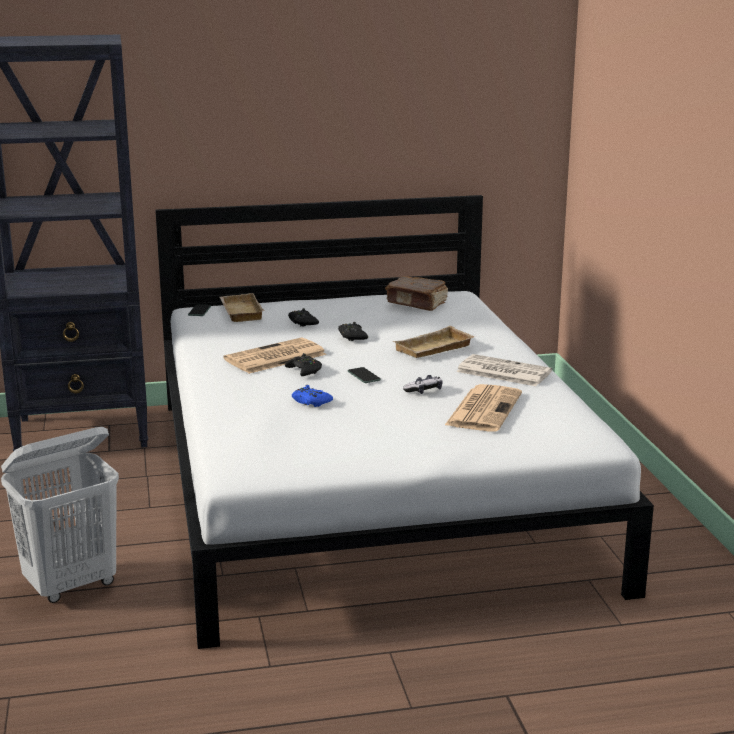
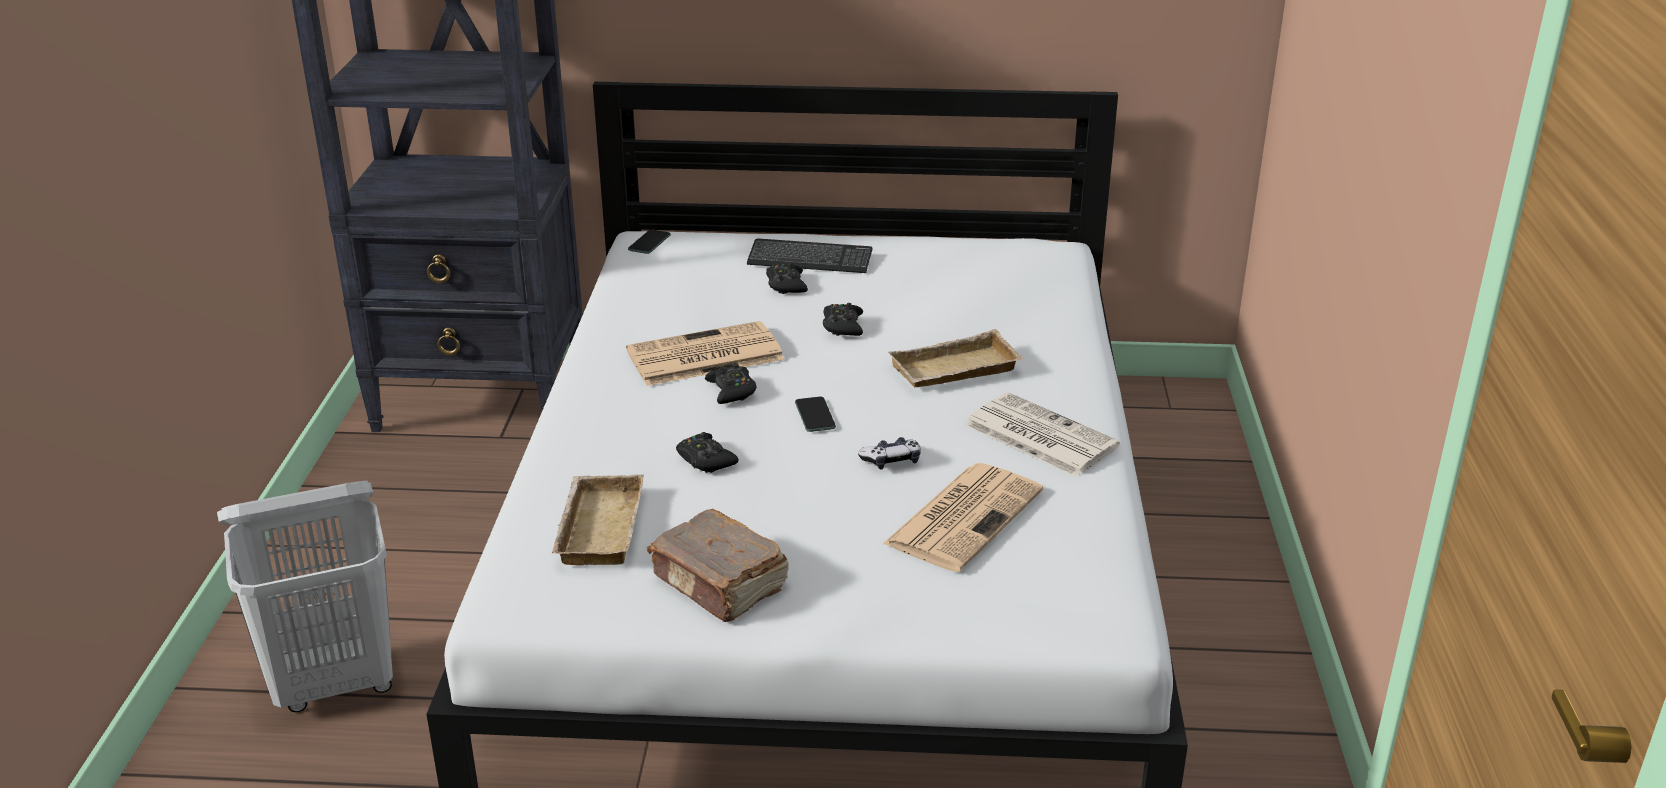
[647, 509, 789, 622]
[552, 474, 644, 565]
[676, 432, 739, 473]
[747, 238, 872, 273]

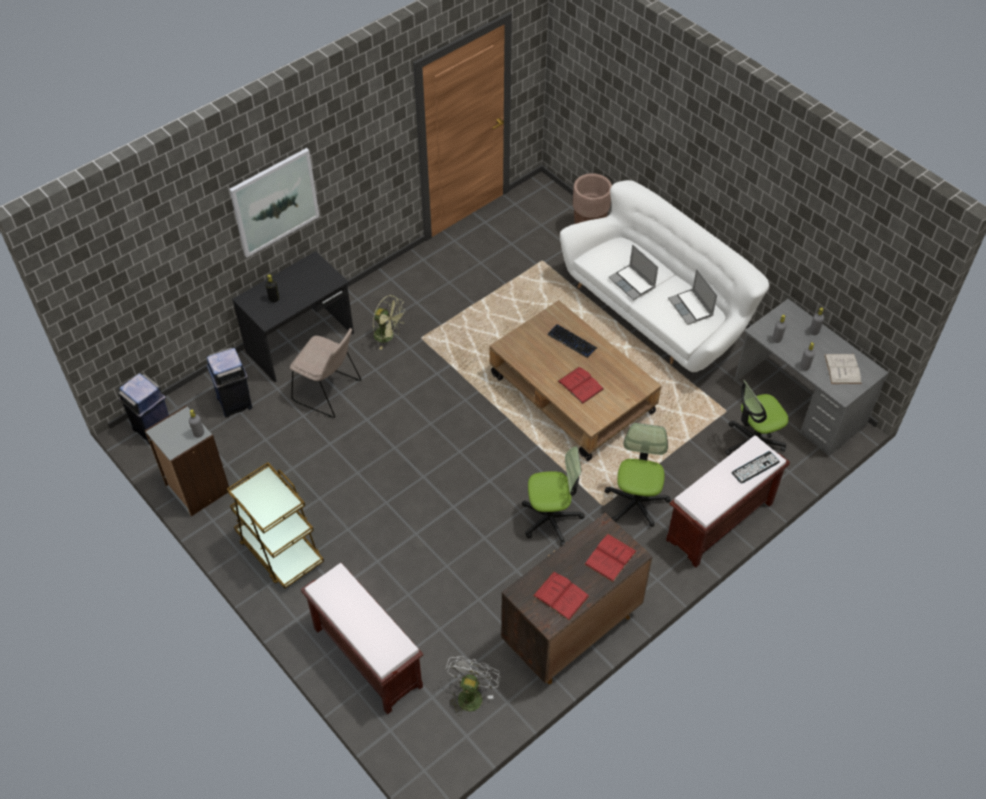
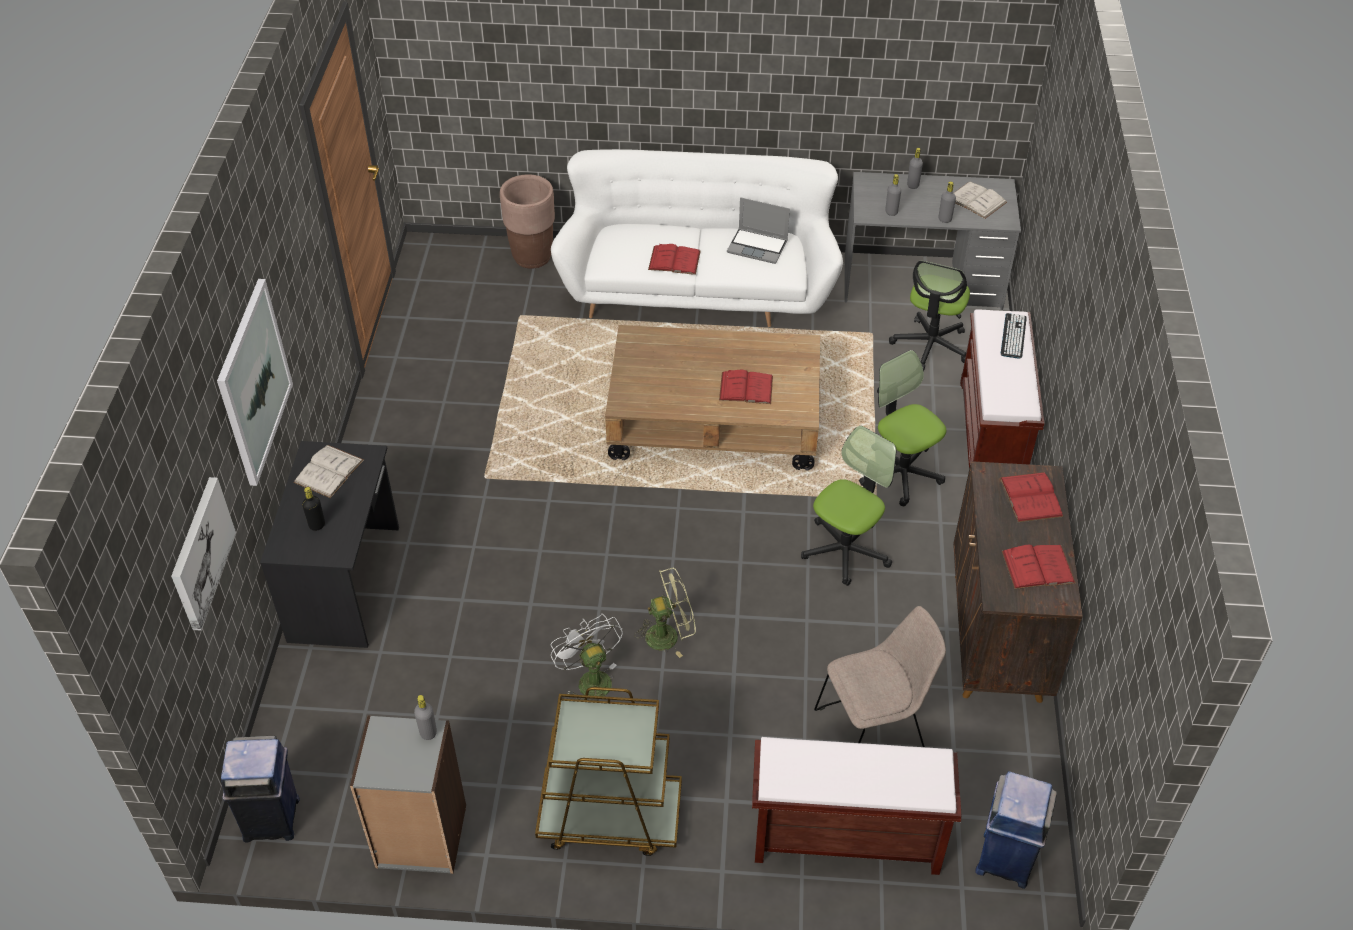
[648, 244, 701, 275]
[634, 568, 696, 658]
[547, 324, 597, 358] (first image)
[814, 606, 946, 747]
[975, 771, 1057, 889]
[551, 614, 623, 701]
[294, 445, 364, 498]
[171, 477, 236, 631]

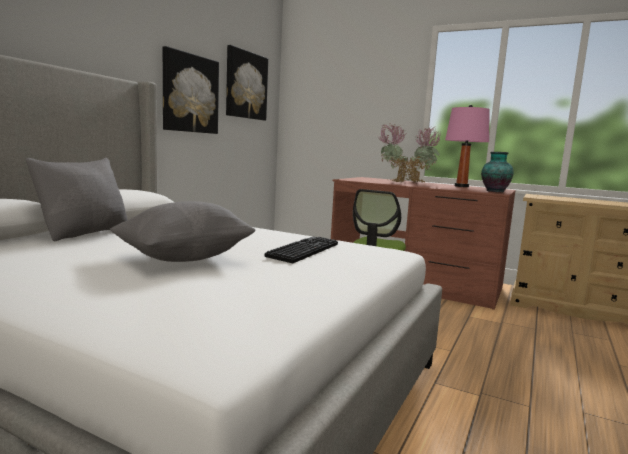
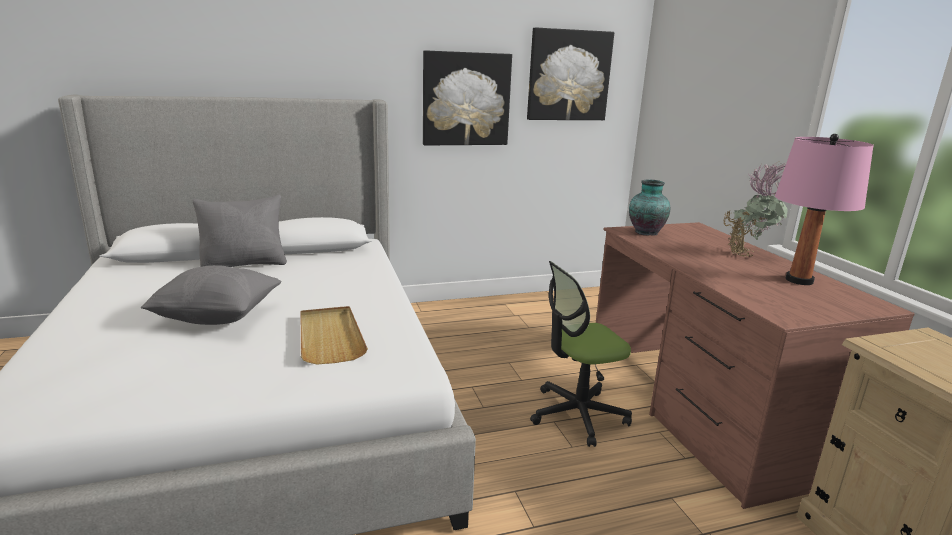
[379, 123, 413, 182] (first image)
[629, 180, 670, 236]
[301, 306, 368, 365]

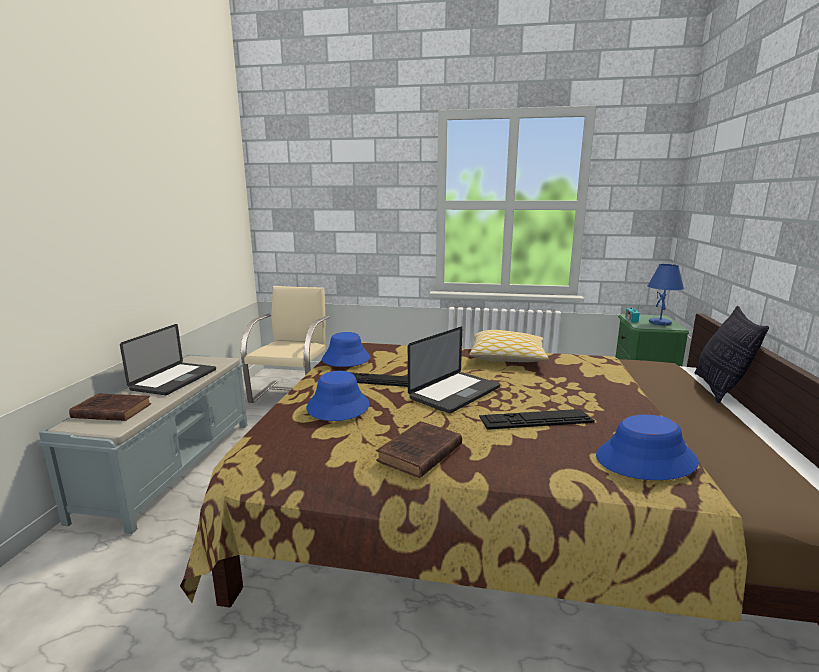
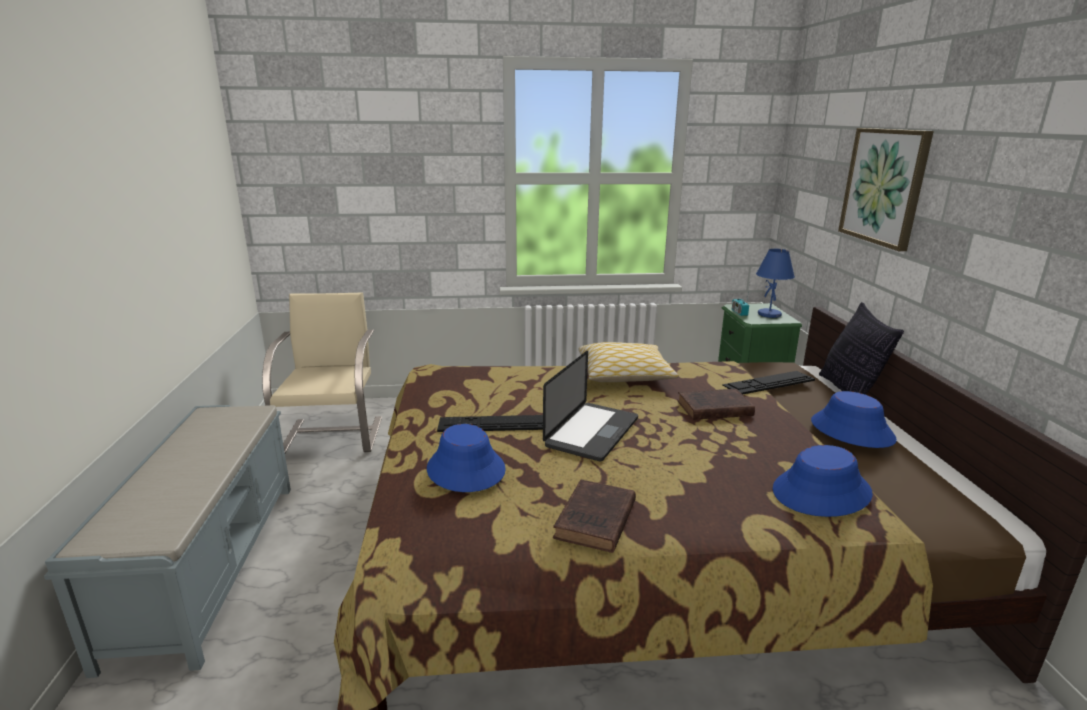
[120, 324, 216, 395] (first image)
[811, 391, 897, 448]
[677, 389, 755, 420]
[722, 371, 815, 395]
[838, 128, 934, 251]

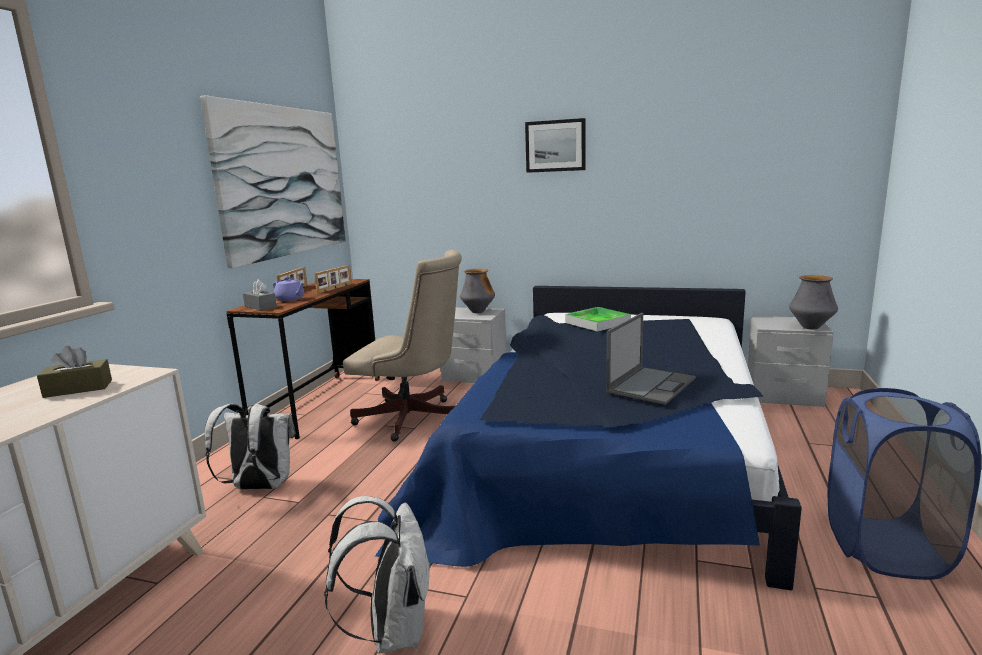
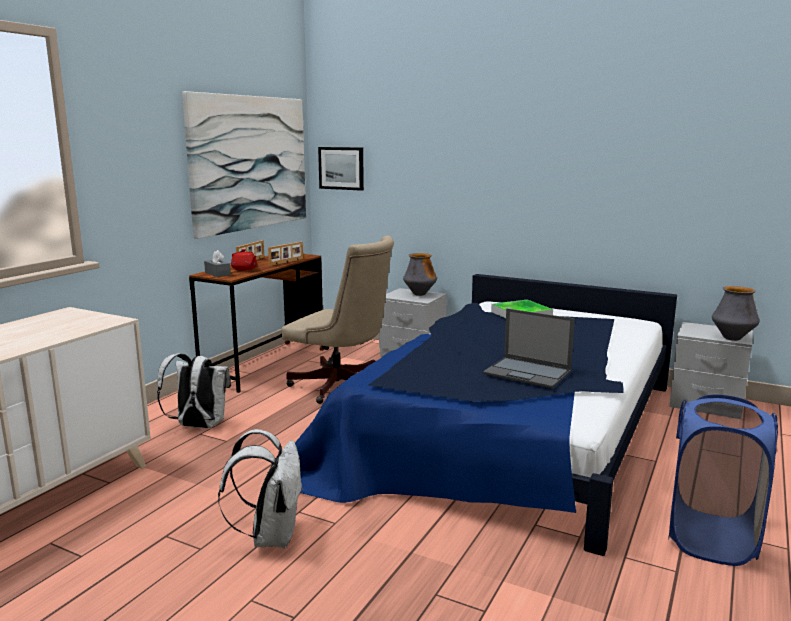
[318, 147, 364, 191]
[231, 249, 257, 271]
[483, 308, 575, 388]
[37, 346, 112, 398] (first image)

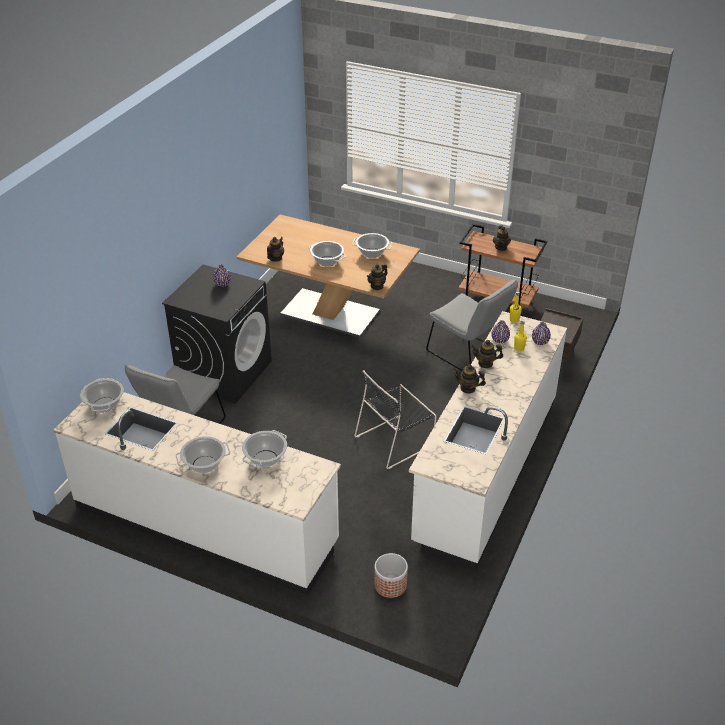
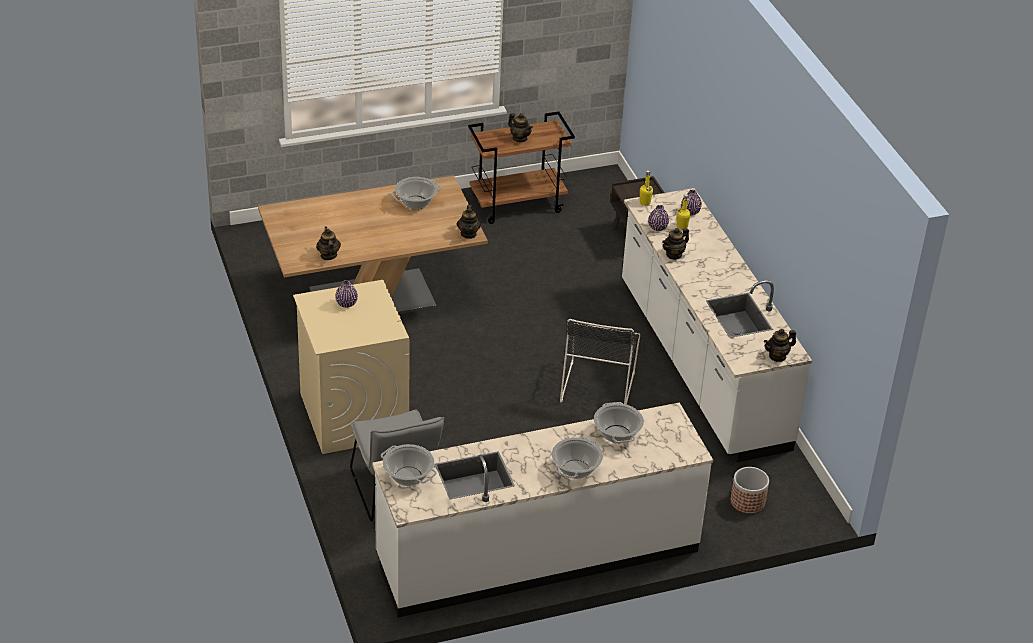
[309, 241, 346, 267] (first image)
[293, 280, 410, 454]
[426, 279, 518, 371] (first image)
[764, 329, 796, 362]

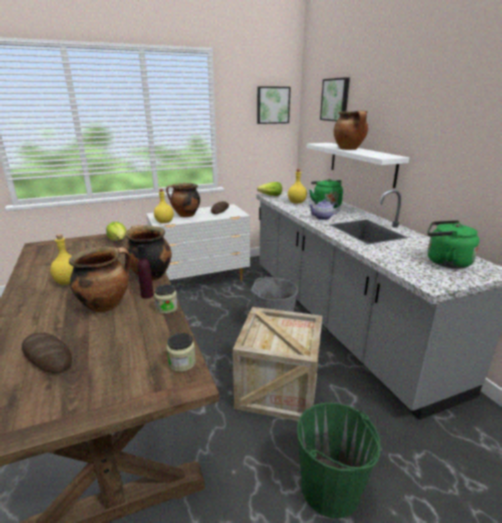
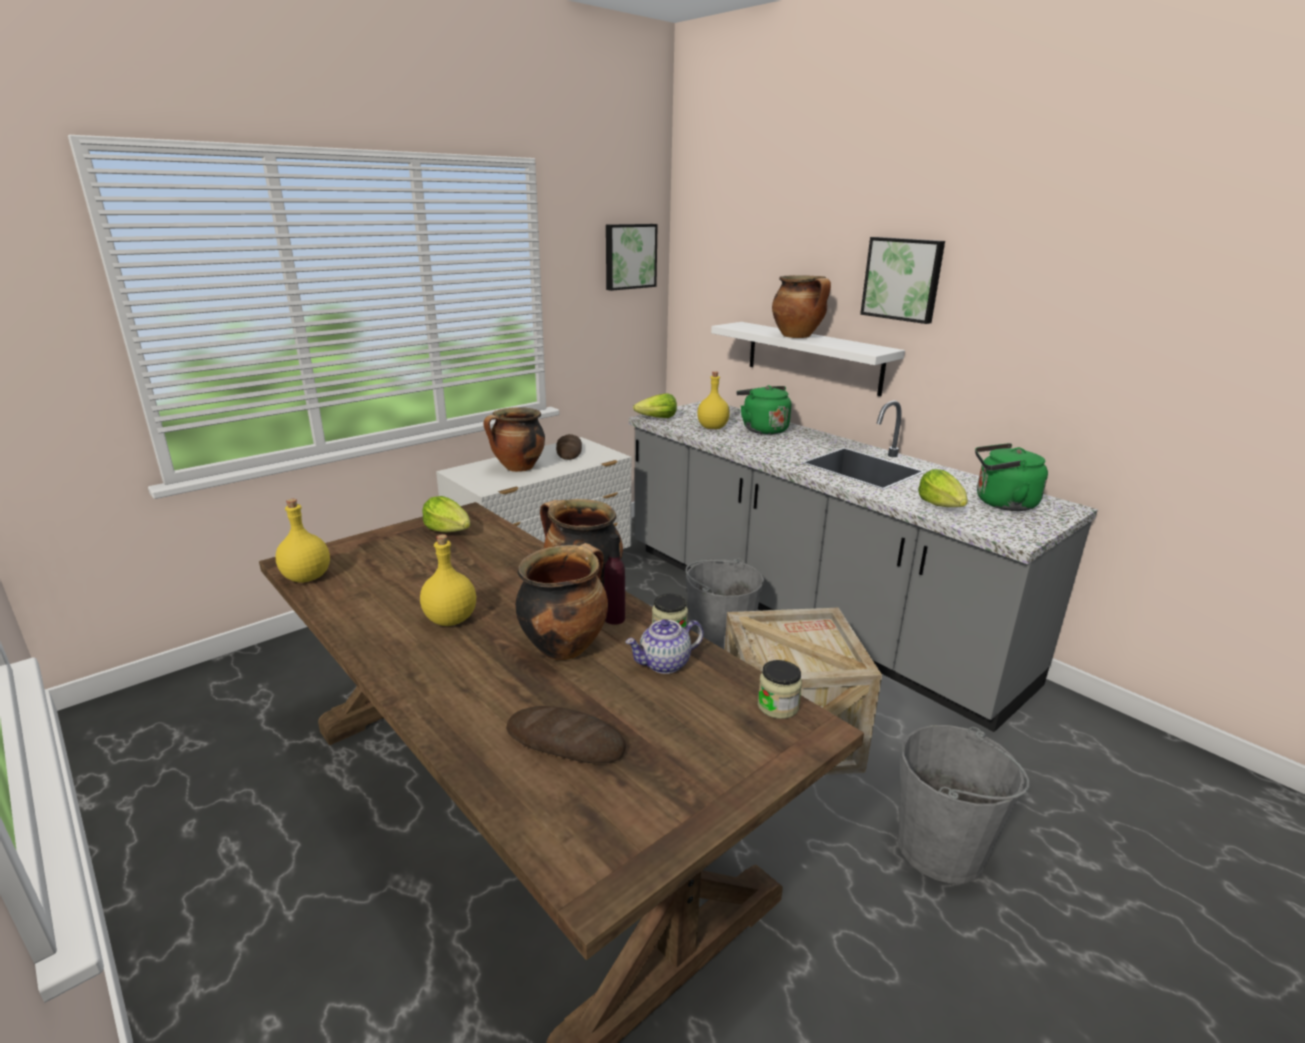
[860, 237, 945, 324]
[276, 499, 330, 583]
[625, 619, 704, 674]
[898, 725, 1029, 884]
[918, 469, 968, 507]

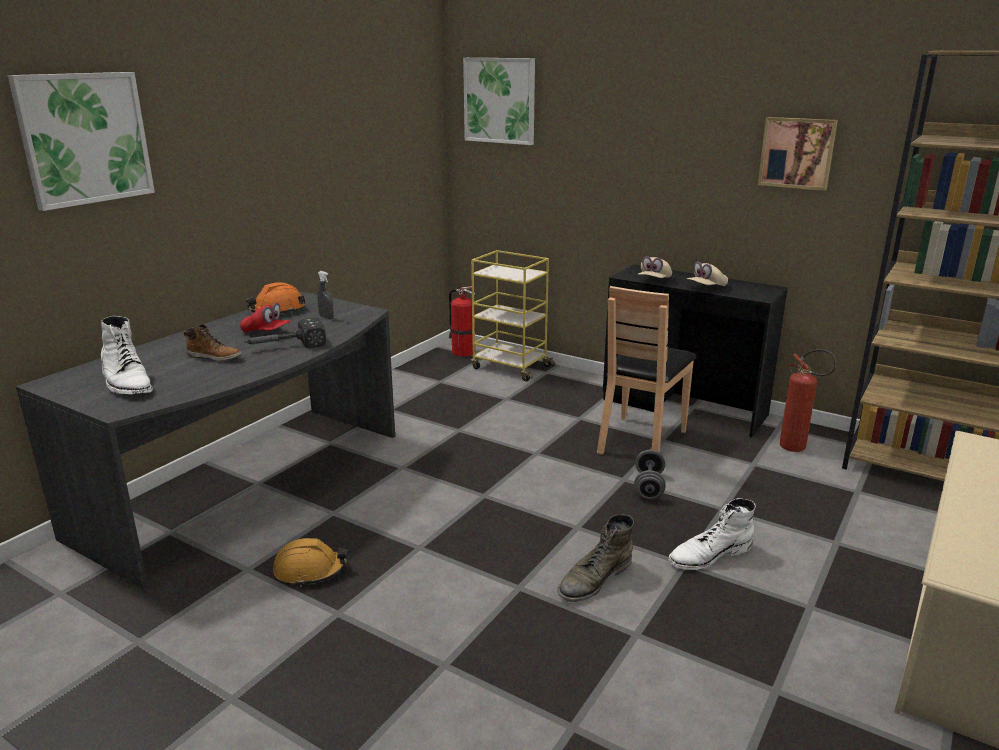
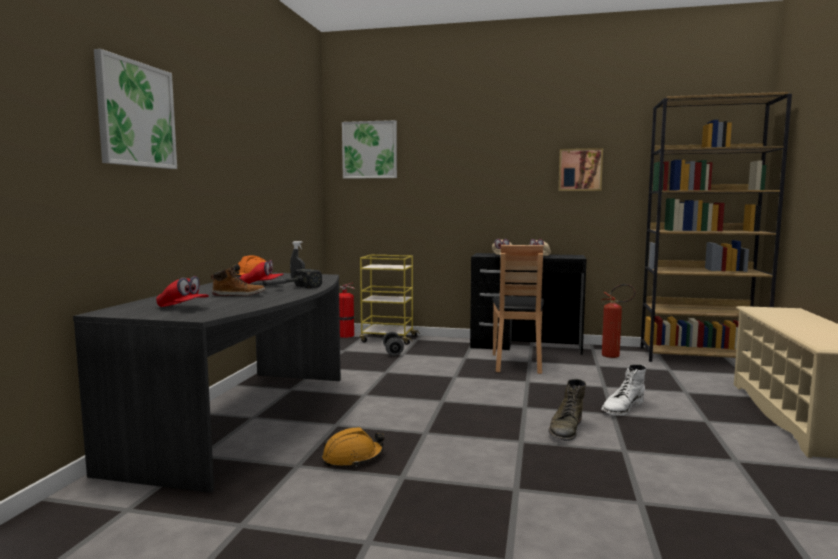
[156, 276, 209, 307]
[383, 332, 404, 356]

